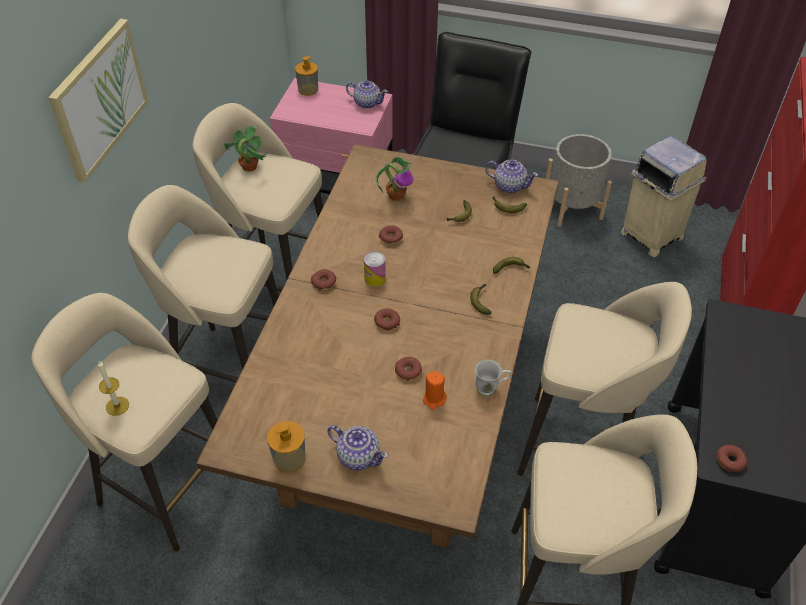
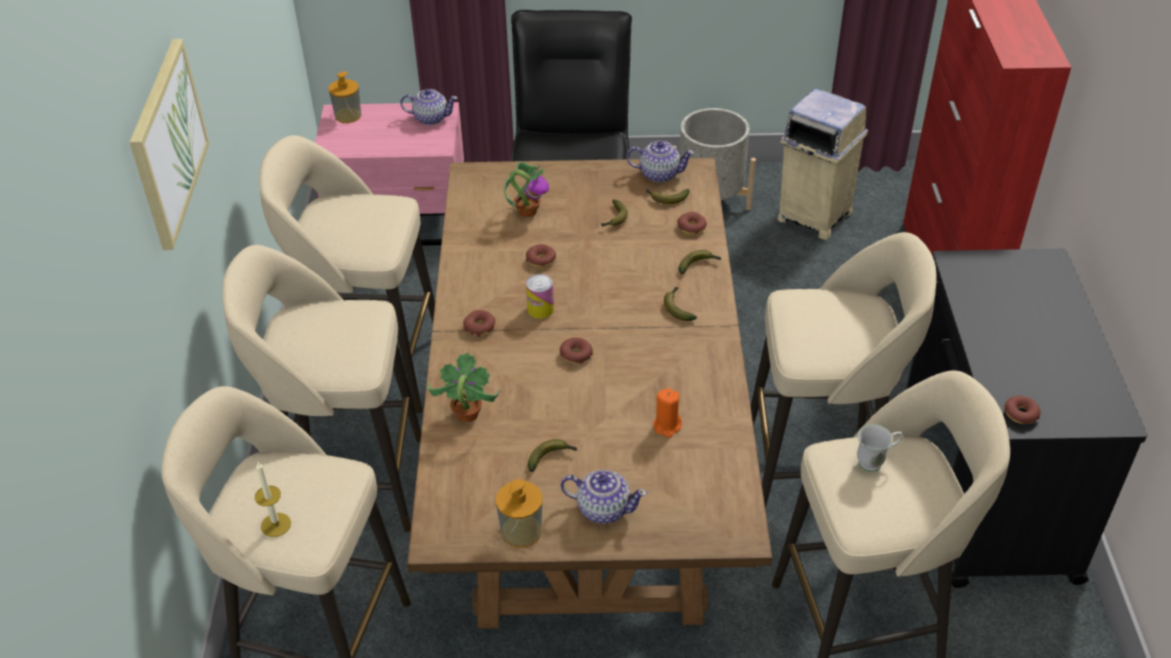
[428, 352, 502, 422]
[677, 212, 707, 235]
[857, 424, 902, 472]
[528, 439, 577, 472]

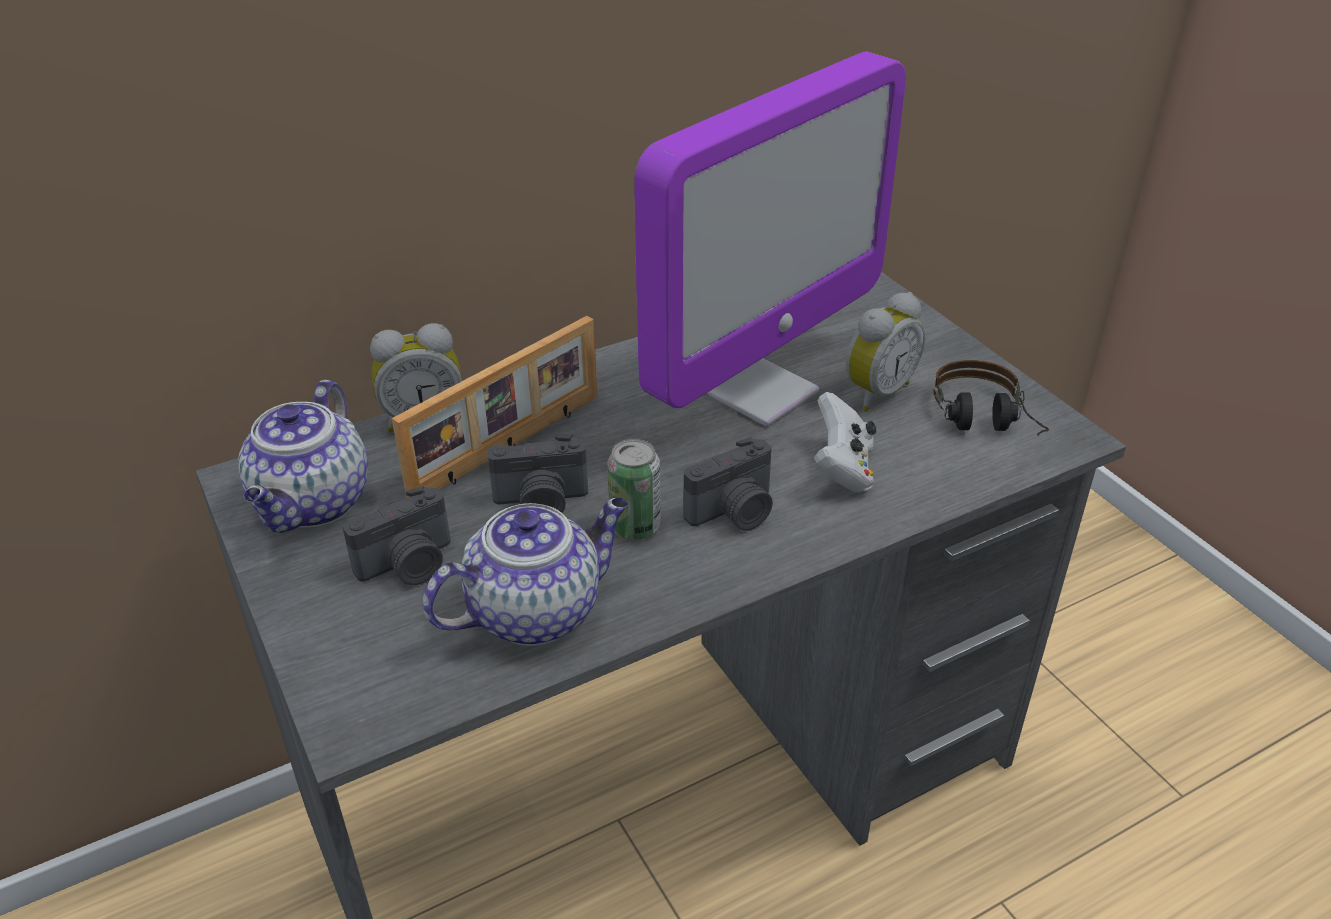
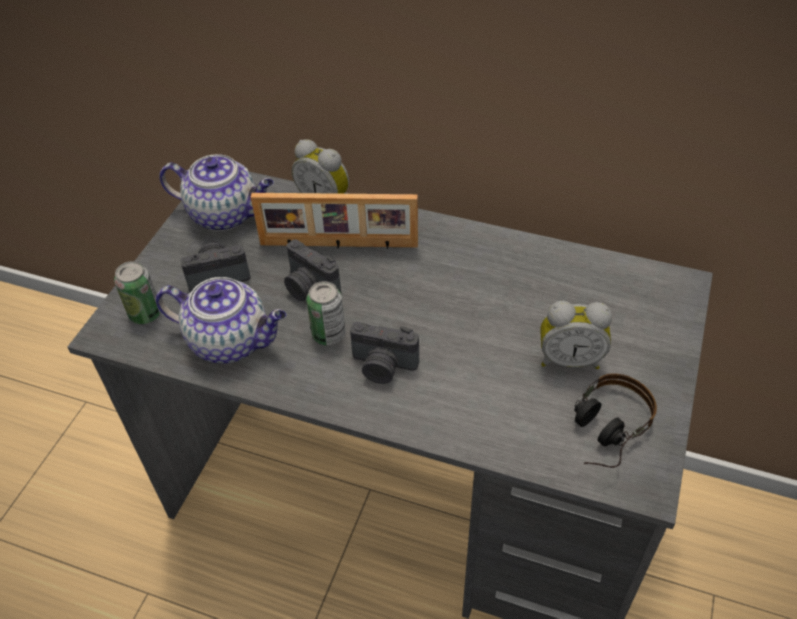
[634, 52, 906, 426] (first image)
[159, 154, 274, 231]
[814, 392, 876, 492] (first image)
[181, 242, 251, 292]
[114, 261, 161, 324]

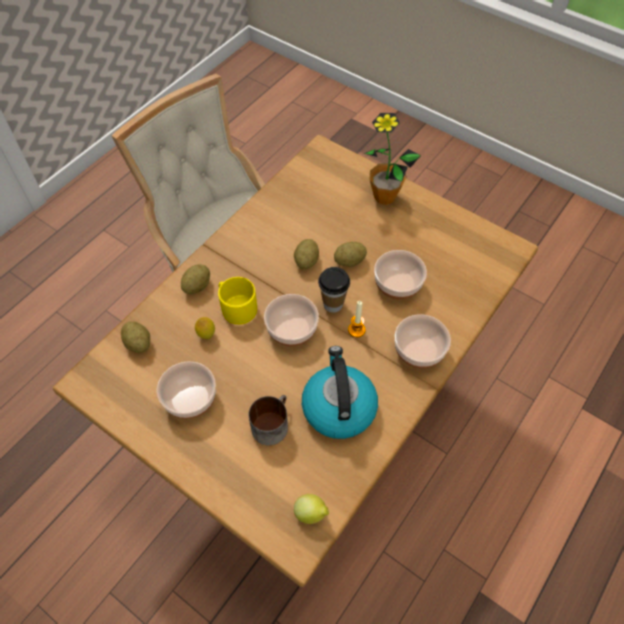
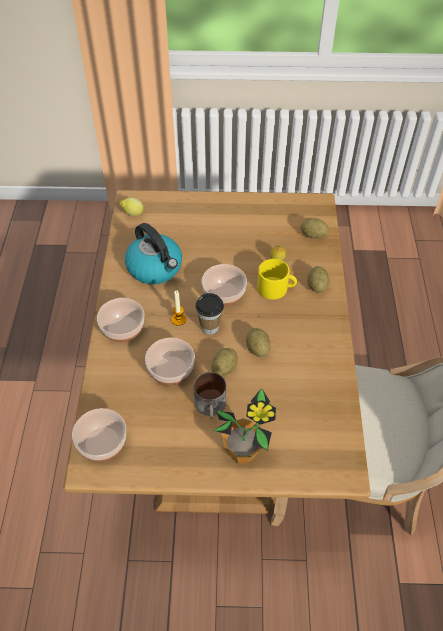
[72, 408, 126, 462]
[193, 372, 226, 419]

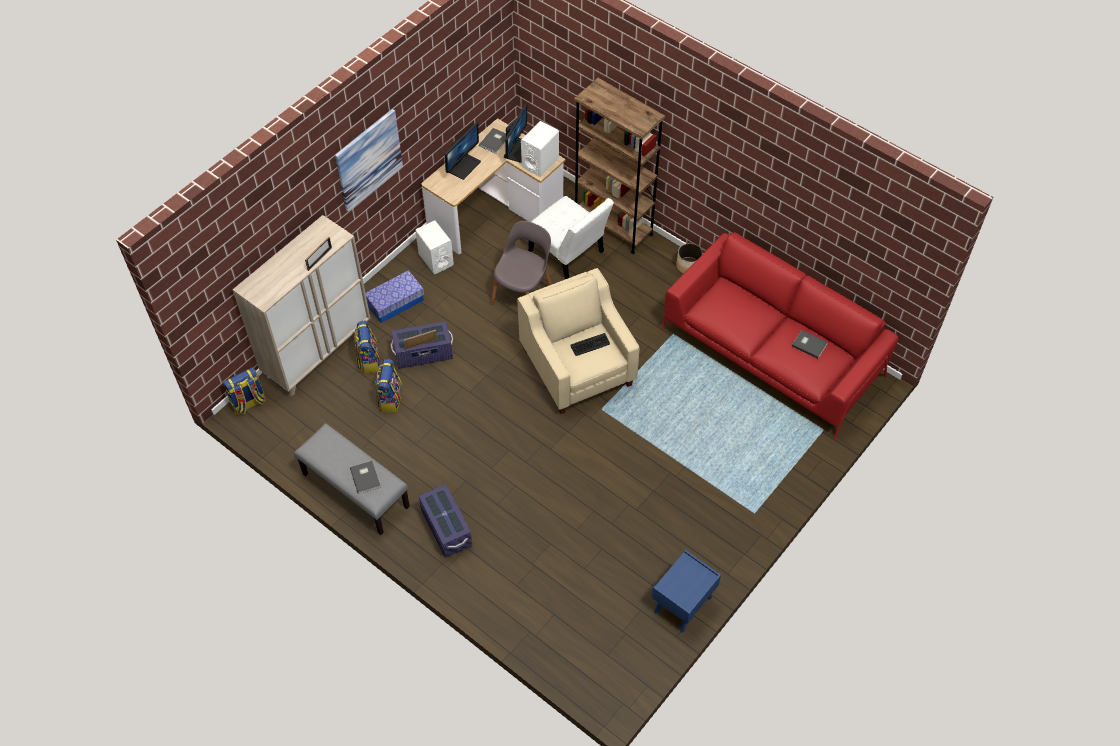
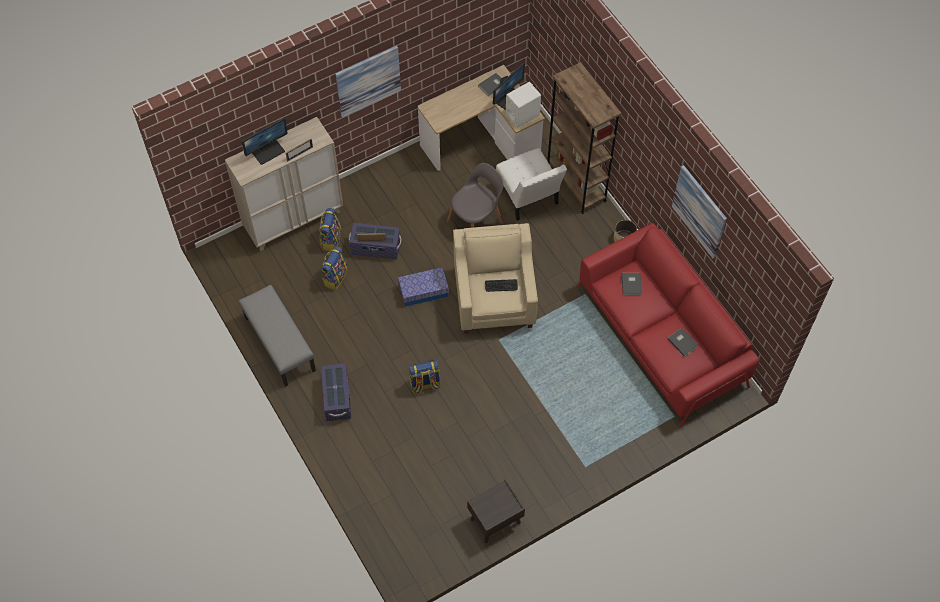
[242, 118, 287, 165]
[415, 221, 454, 274] (first image)
[398, 267, 449, 306]
[409, 360, 440, 394]
[622, 273, 642, 296]
[467, 479, 525, 543]
[672, 165, 727, 258]

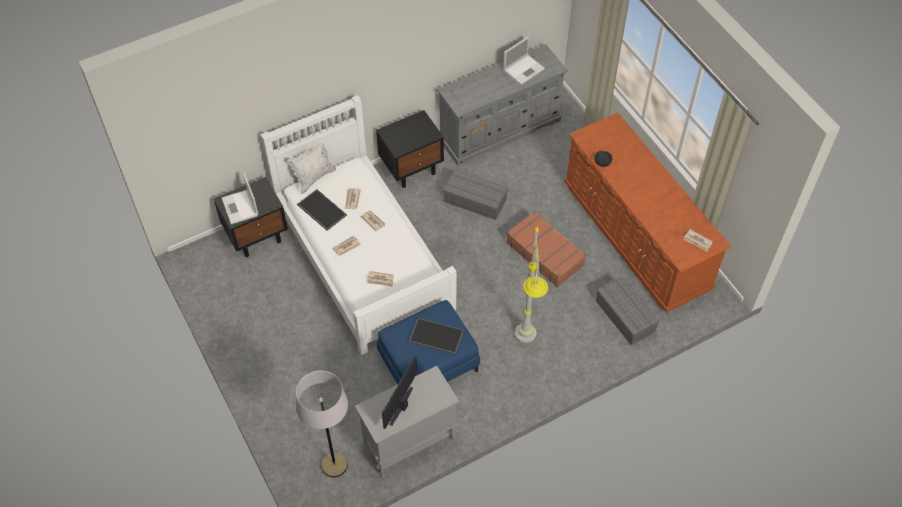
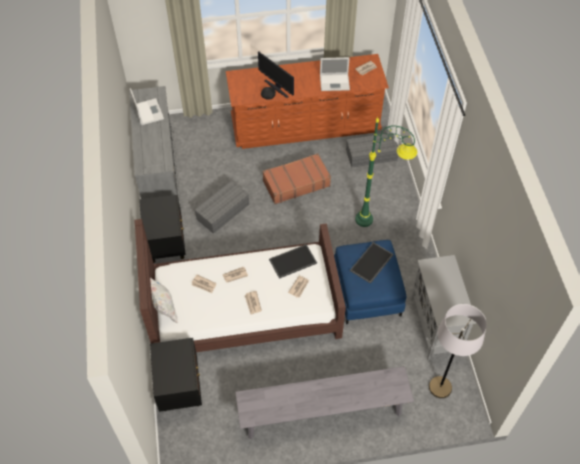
[134, 219, 346, 352]
[320, 57, 350, 91]
[269, 244, 317, 279]
[355, 118, 417, 227]
[258, 52, 294, 98]
[235, 366, 414, 439]

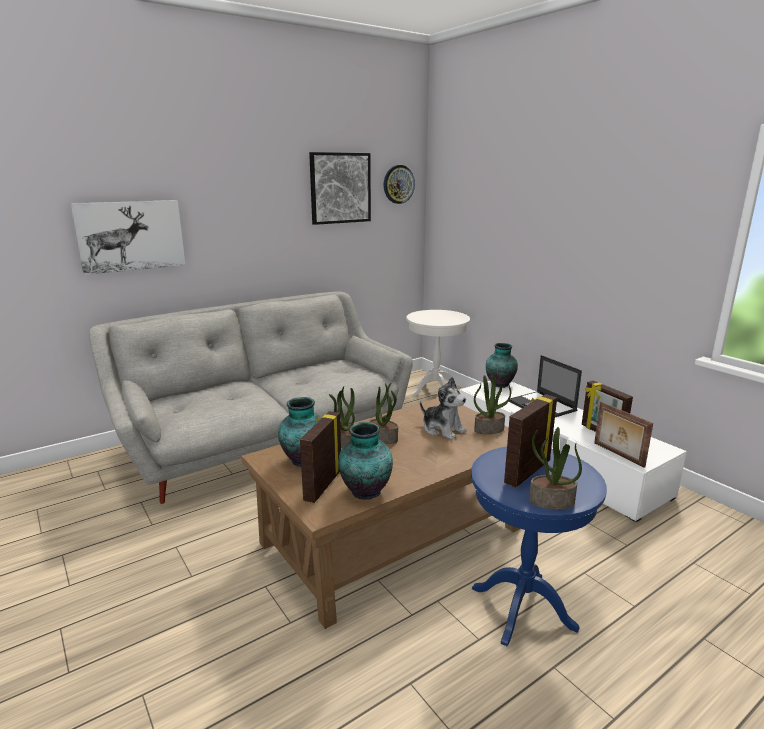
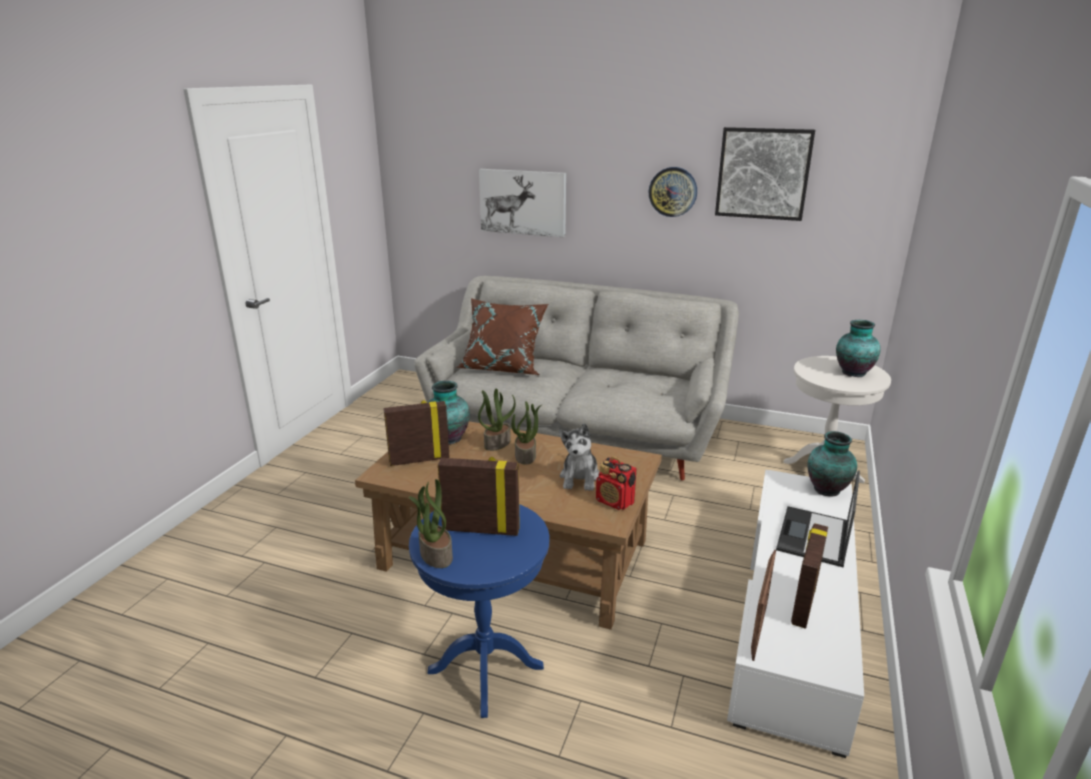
[649, 167, 697, 217]
[596, 456, 637, 510]
[836, 320, 881, 377]
[456, 298, 548, 375]

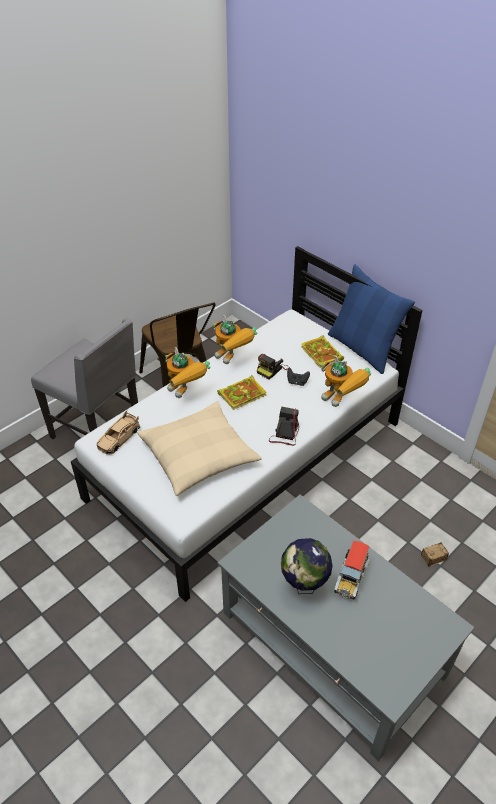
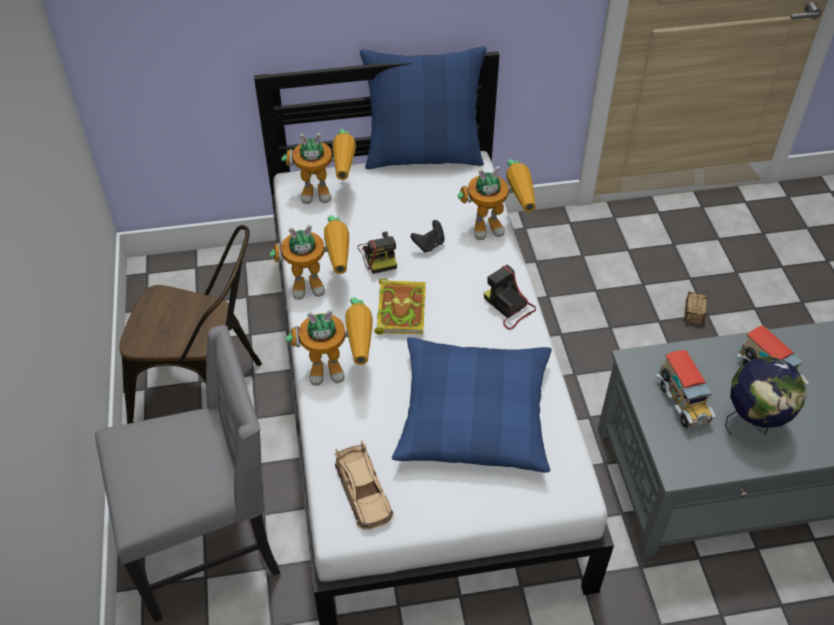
[301, 335, 344, 368] (first image)
[392, 337, 552, 473]
[281, 129, 356, 204]
[656, 350, 716, 428]

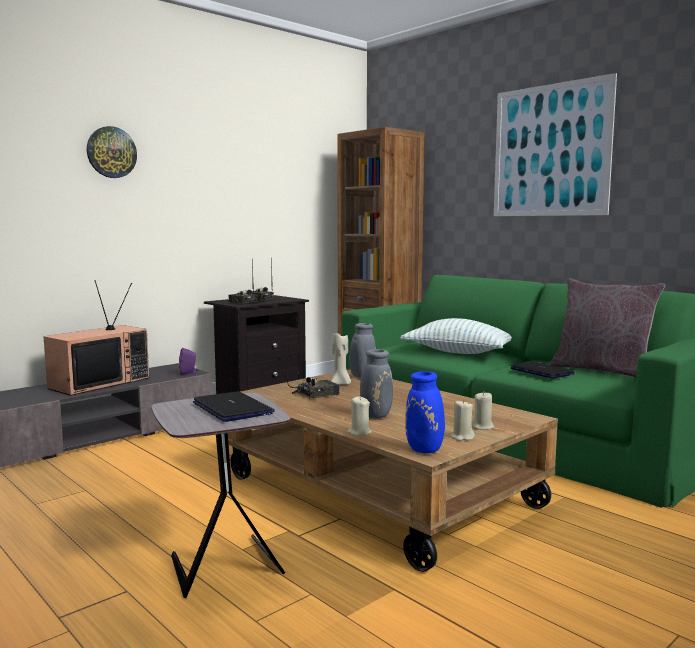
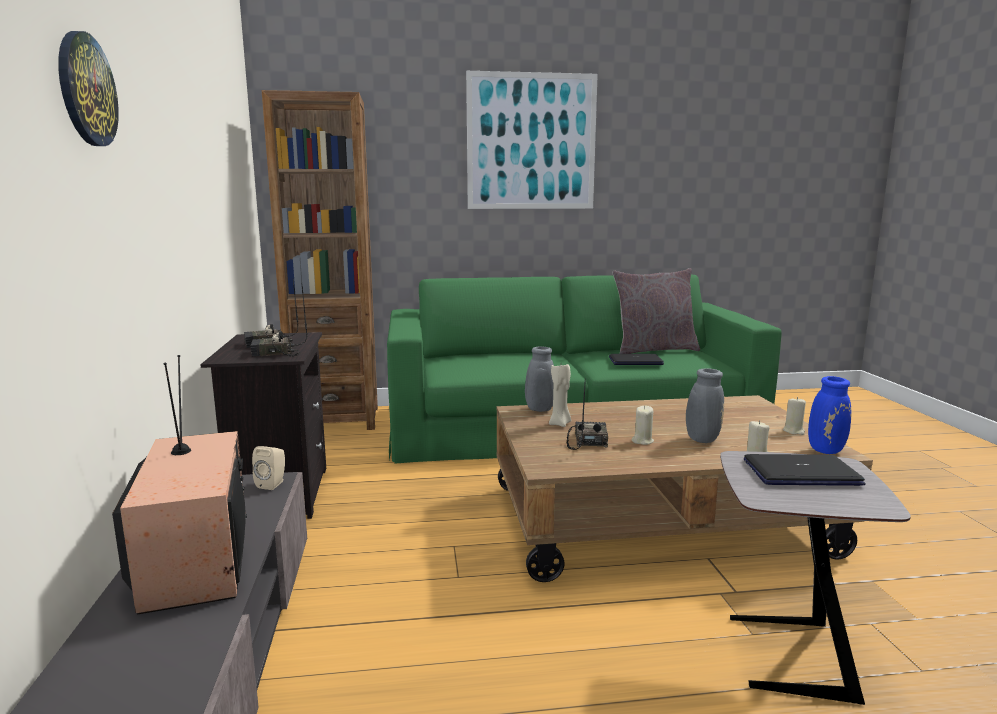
[400, 318, 512, 354] (first image)
[252, 446, 285, 490]
[632, 405, 654, 445]

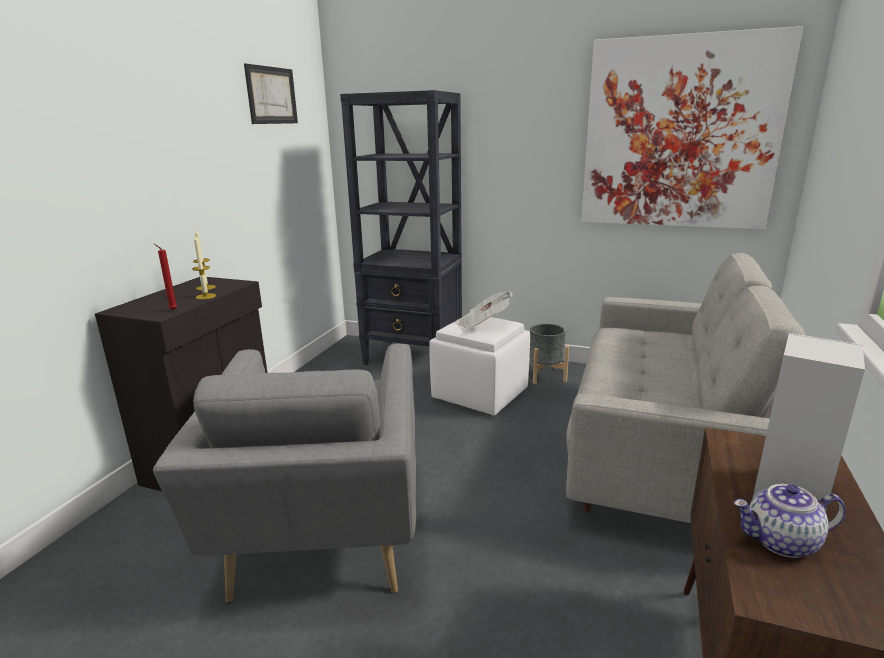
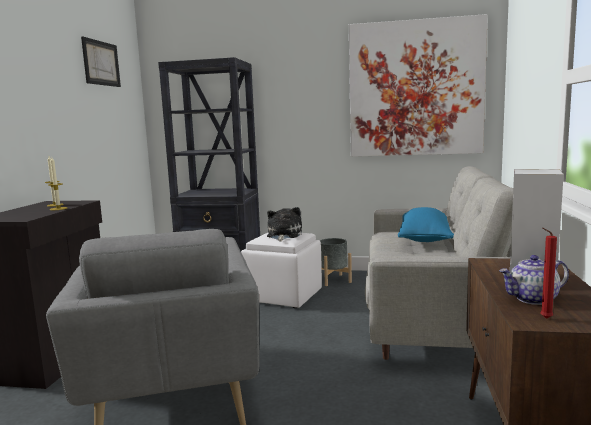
[540, 228, 557, 319]
[267, 207, 302, 242]
[398, 207, 454, 242]

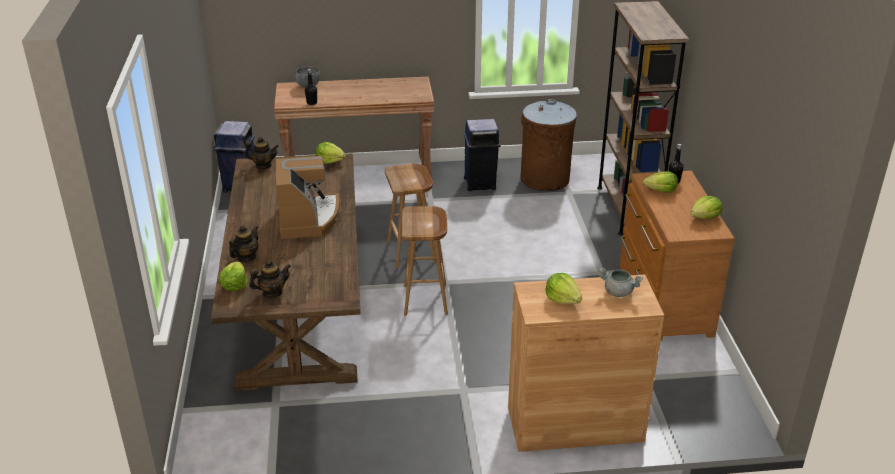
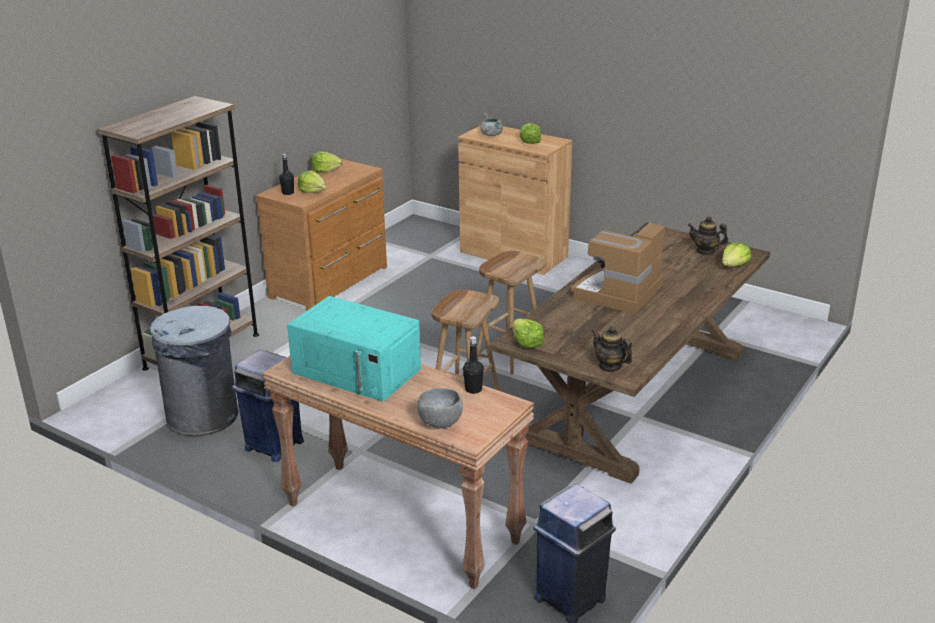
[150, 306, 238, 436]
[229, 225, 258, 262] (first image)
[287, 296, 421, 402]

